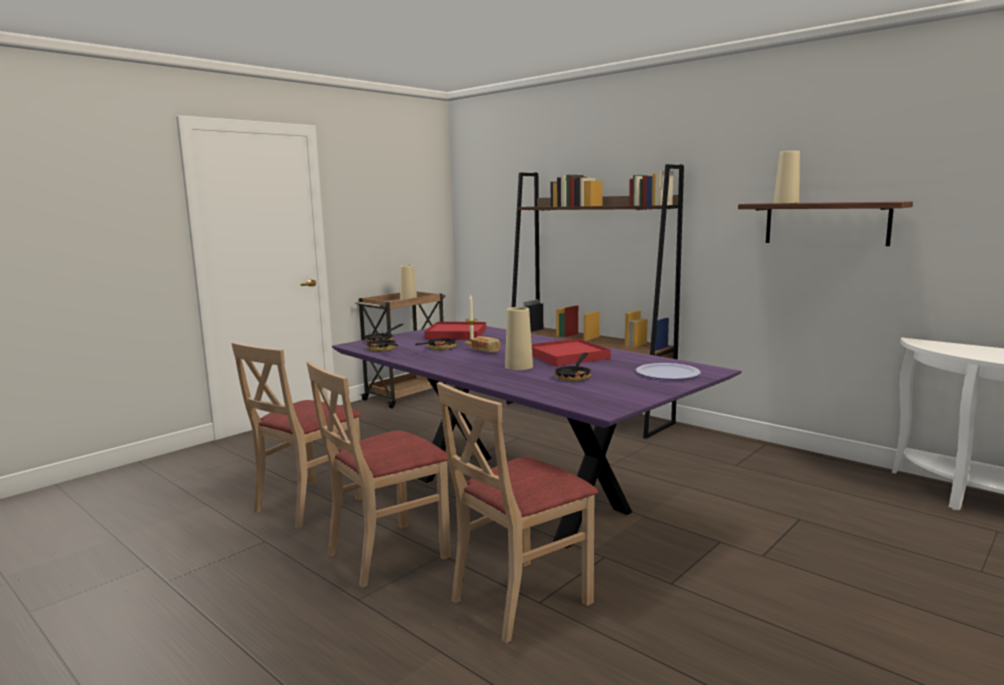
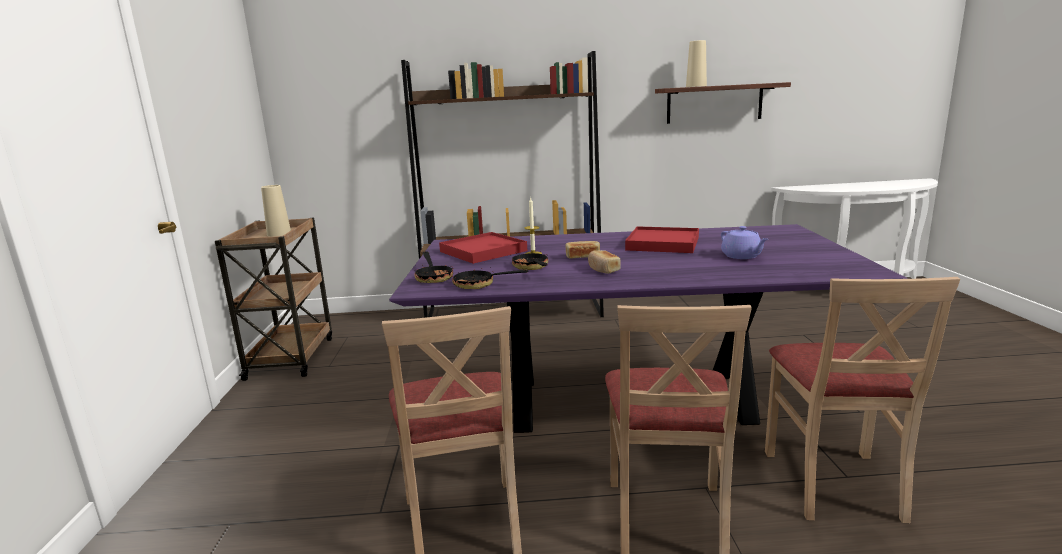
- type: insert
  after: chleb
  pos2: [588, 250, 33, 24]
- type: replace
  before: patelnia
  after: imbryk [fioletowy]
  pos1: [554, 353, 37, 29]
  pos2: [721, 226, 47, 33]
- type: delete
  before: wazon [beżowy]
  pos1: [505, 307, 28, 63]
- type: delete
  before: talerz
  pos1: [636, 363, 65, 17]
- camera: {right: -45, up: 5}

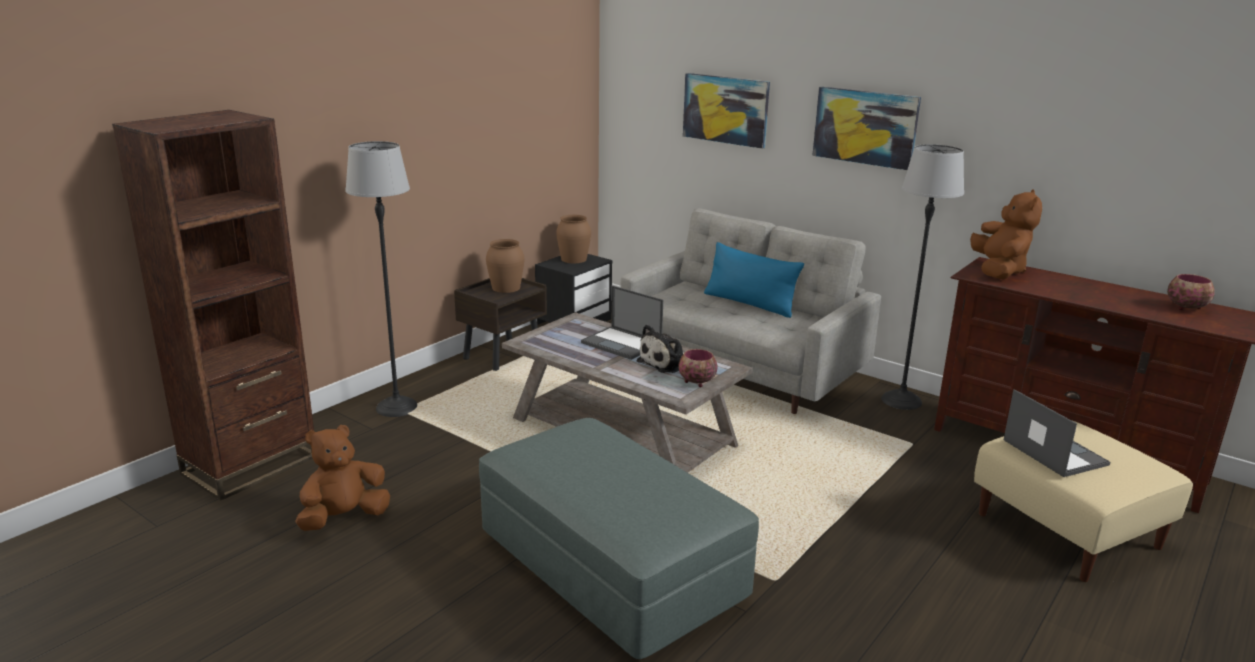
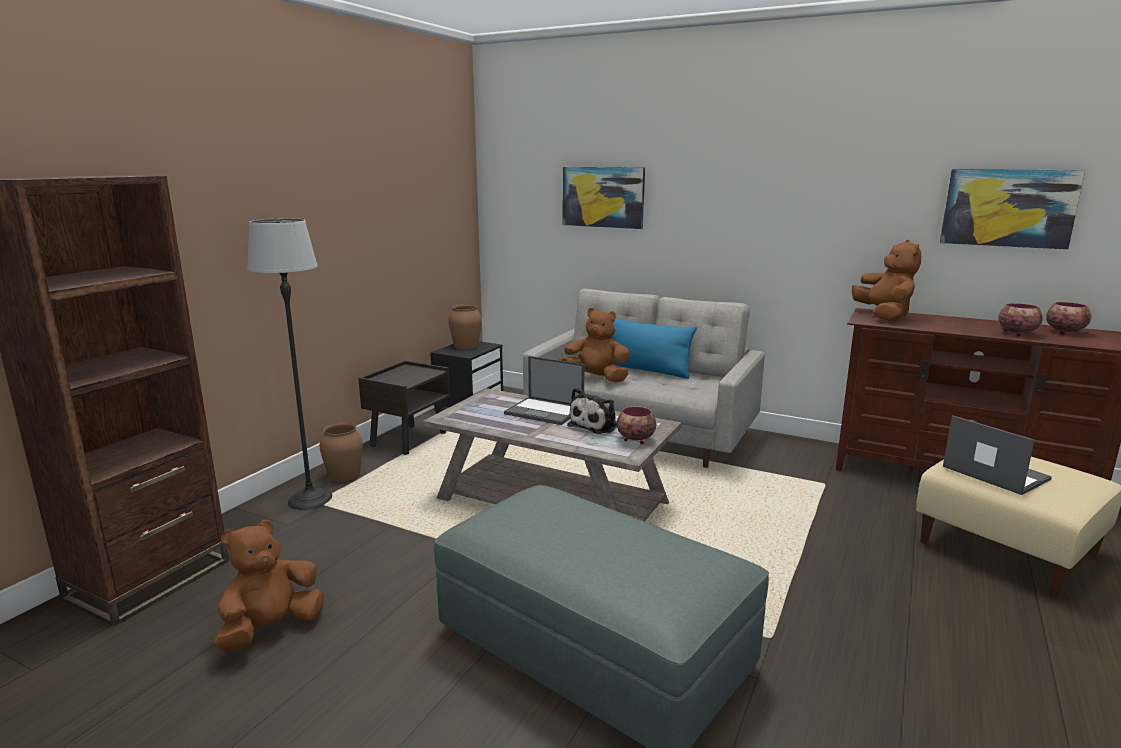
- type: move
  before: wazon [brązowy]
  pos1: [486, 239, 38, 54]
  pos2: [319, 422, 44, 60]
- type: insert
  after: pluszak [brązowy]
  pos2: [559, 308, 71, 74]
- type: move
  before: obraz
  pos1: [812, 87, 109, 83]
  pos2: [940, 169, 145, 81]
- type: insert
  after: miska
  pos2: [998, 303, 45, 33]
- type: delete
  before: lampa stojąca
  pos1: [881, 144, 83, 266]
- camera: {right: -10, up: -5}

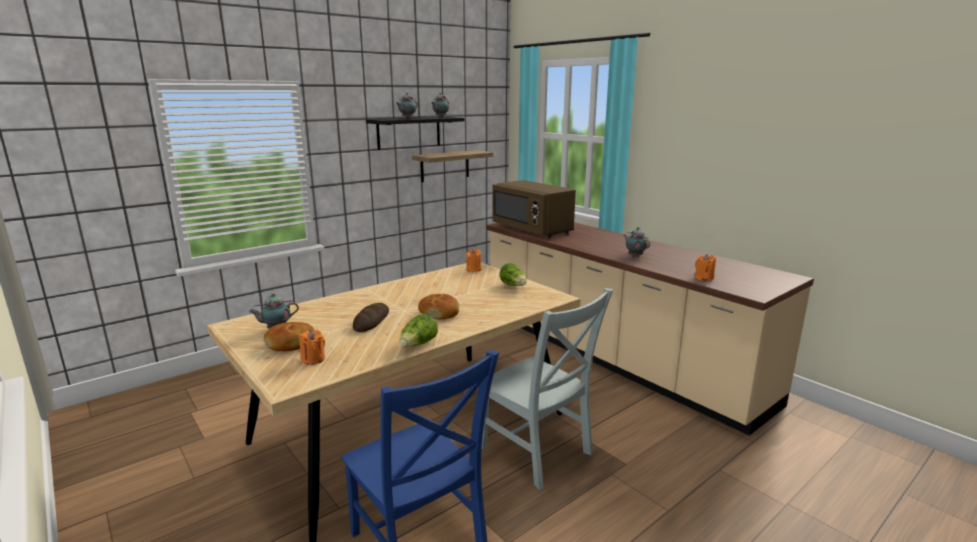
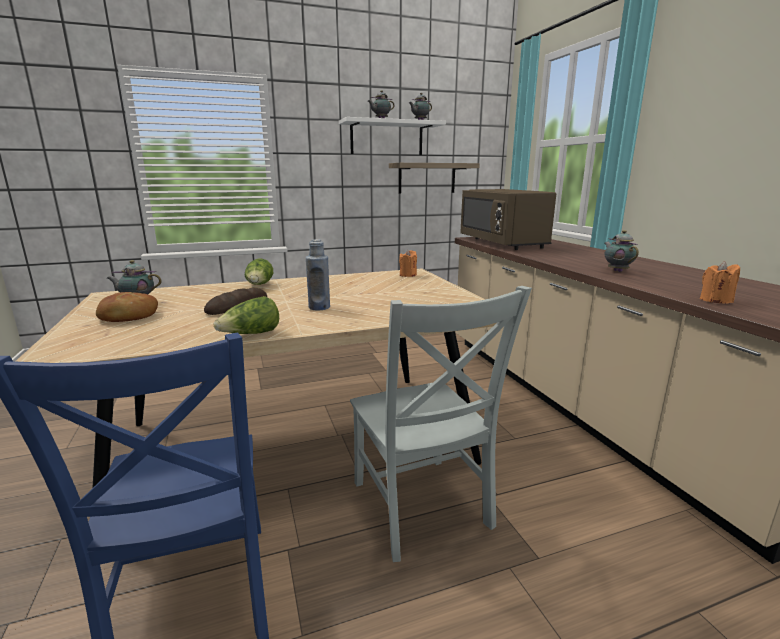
- type: move
  before: sałata
  pos1: [500, 263, 27, 23]
  pos2: [245, 259, 28, 26]
- type: replace
  before: chleb
  after: butelka [niebieski]
  pos1: [418, 294, 41, 25]
  pos2: [306, 239, 24, 72]
- type: recolor
  before: półka [czarny]
  after: półka [biały]
  pos1: [366, 117, 99, 33]
  pos2: [339, 117, 107, 38]
- type: delete
  before: świeca [pomarańczowy]
  pos1: [299, 330, 26, 35]
- camera: {right: 20, up: 0}

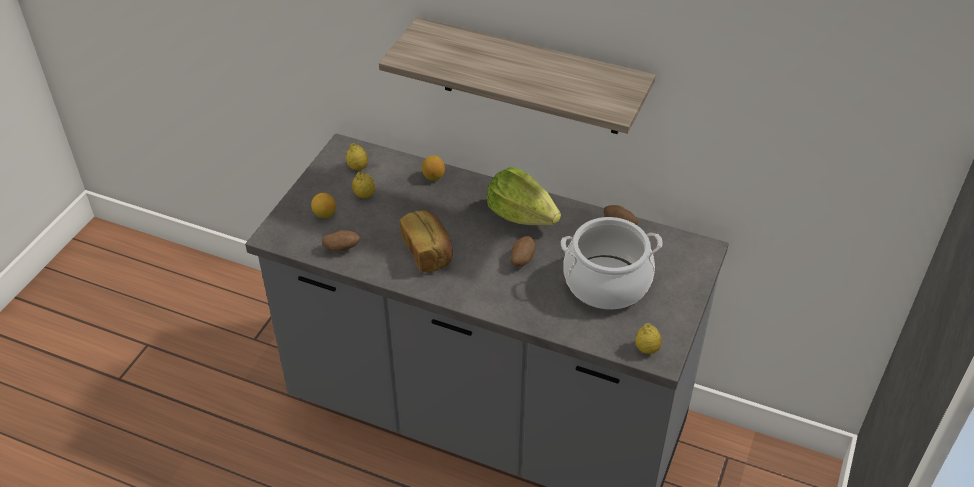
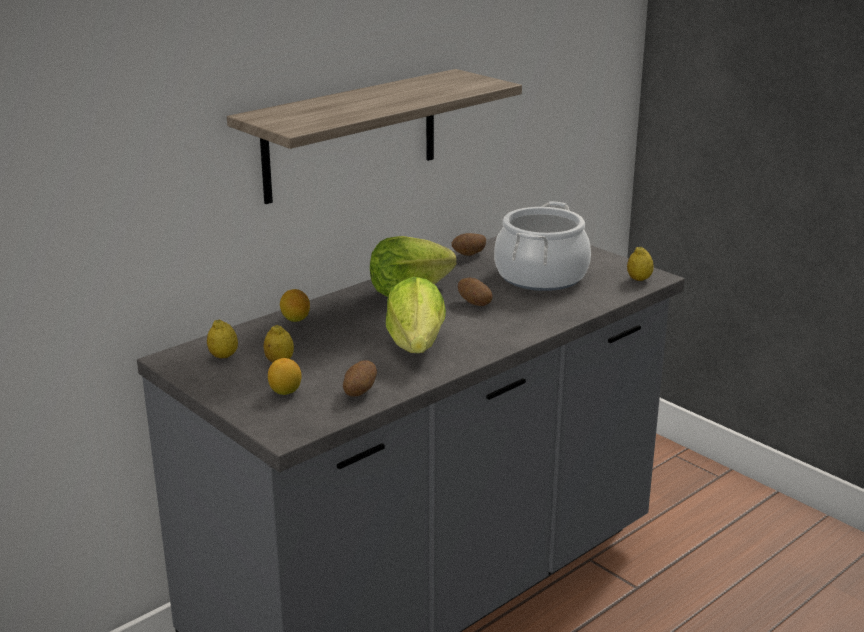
- type: replace
  before: chleb
  after: sałata
  pos1: [399, 210, 54, 63]
  pos2: [386, 277, 60, 76]
- camera: {right: -65, up: -20}

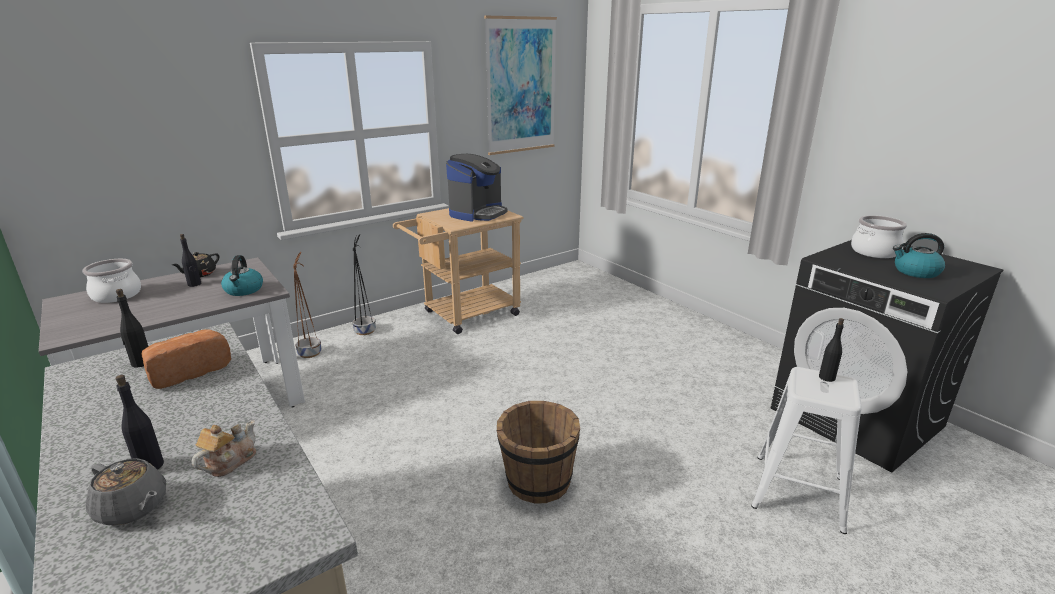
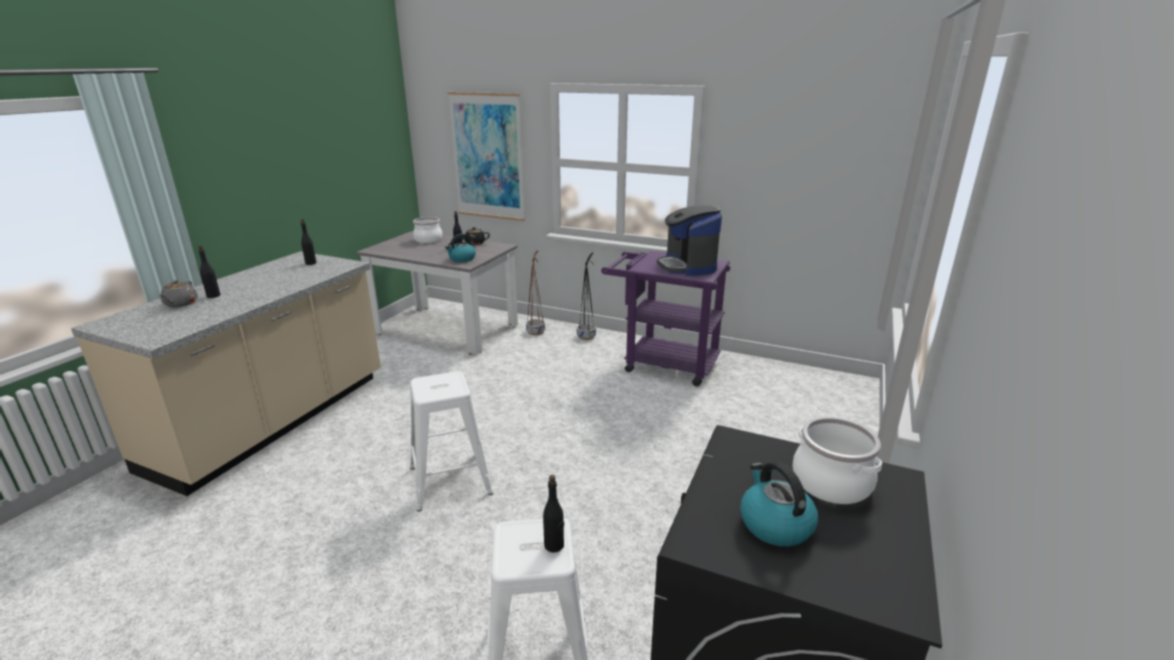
- type: replace
  before: wiadro [brązowy]
  after: stołek [biały]
  pos1: [497, 401, 83, 103]
  pos2: [410, 371, 83, 141]
- type: move
  before: obraz
  pos1: [484, 16, 73, 139]
  pos2: [448, 92, 77, 129]
- type: recolor
  before: wózek [beżowy]
  after: wózek [fioletowy]
  pos1: [393, 208, 131, 126]
  pos2: [601, 251, 129, 135]
- type: rotate
  before: ekspres do kawy
  pos1: [446, 154, 62, 67]
  pos2: [657, 205, 65, 71]
  turn: 75
- type: delete
  before: chleb
  pos1: [142, 329, 89, 60]
- type: delete
  before: imbryk
  pos1: [192, 421, 64, 56]
- camera: {right: 60, up: 0}

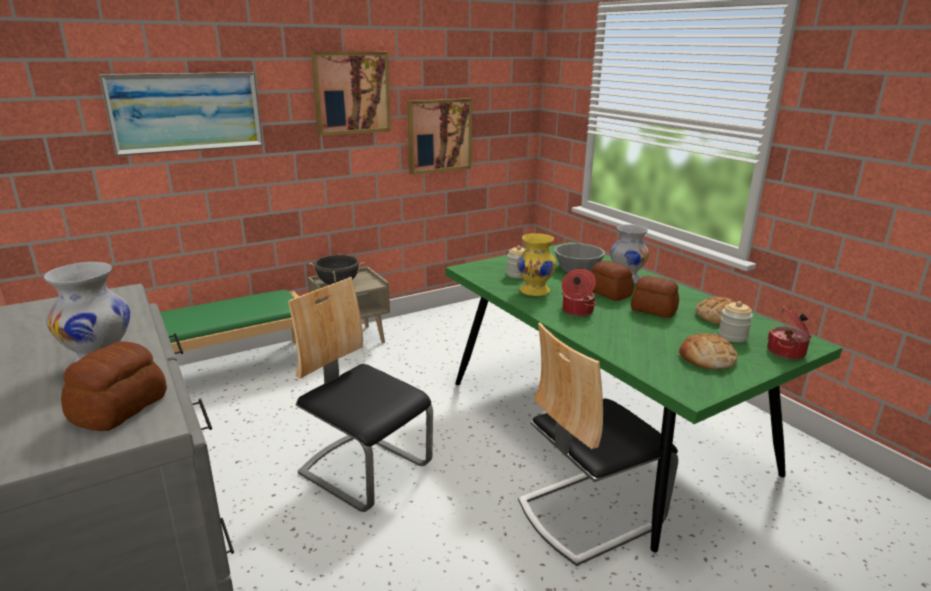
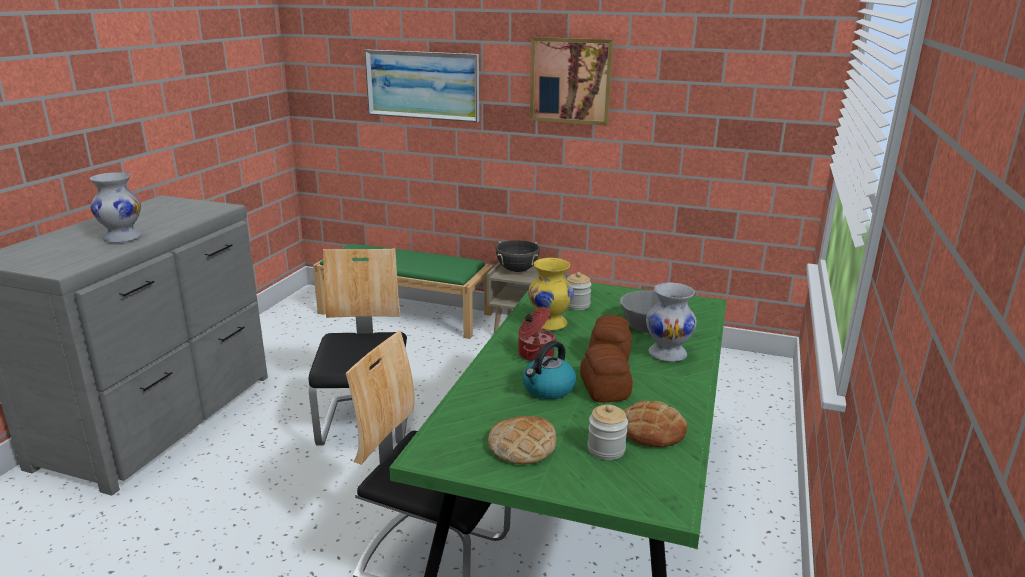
- type: insert
  after: czajnik
  pos2: [522, 341, 54, 58]
- type: delete
  before: chleb
  pos1: [61, 341, 106, 90]
- type: delete
  before: obraz
  pos1: [408, 98, 64, 77]
- type: delete
  before: garnek
  pos1: [767, 306, 44, 54]
- camera: {right: 50, up: 0}

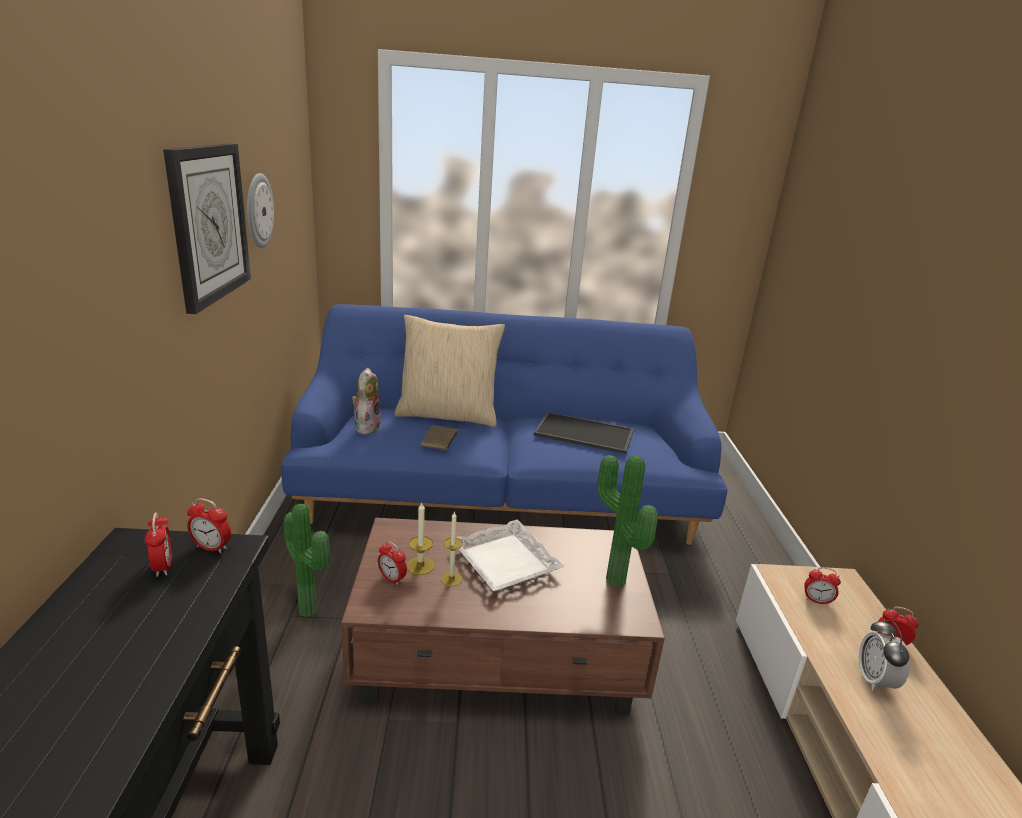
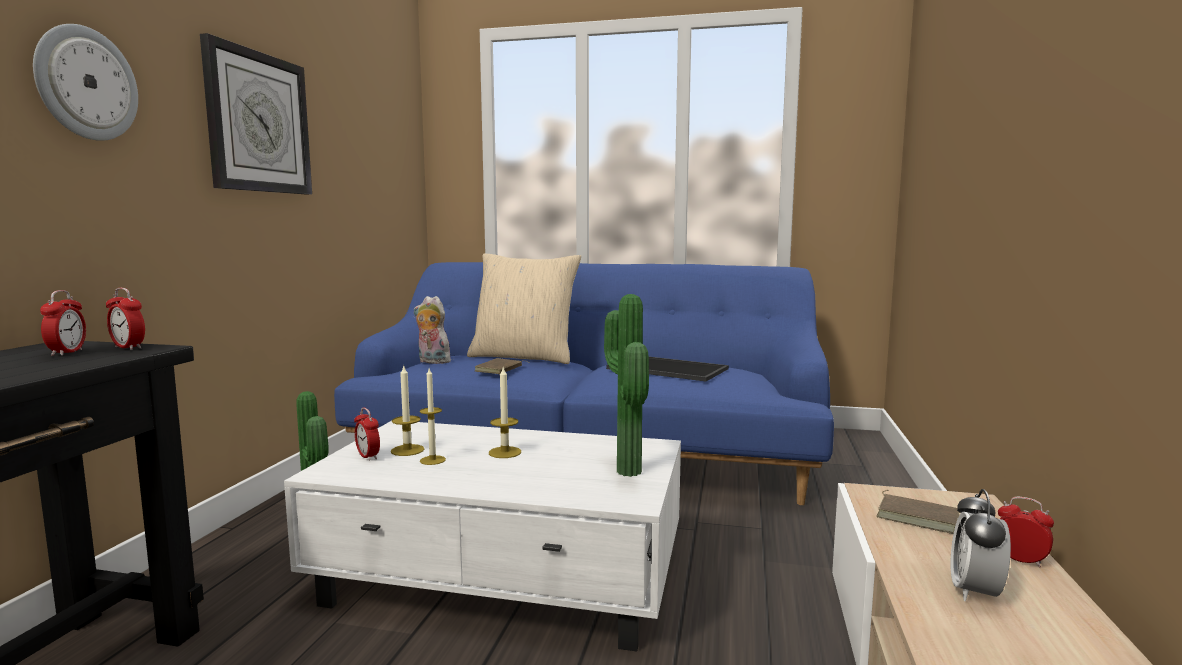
- type: move
  before: zegar ścienny
  pos1: [247, 173, 27, 75]
  pos2: [33, 24, 105, 117]
- type: recolor
  before: ława [brązowy]
  after: ława [biały]
  pos1: [341, 518, 324, 197]
  pos2: [284, 421, 397, 231]
- type: rotate
  before: pluszak
  pos1: [352, 368, 29, 67]
  pos2: [414, 296, 37, 68]
  turn: -90
- type: replace
  before: taca [biały]
  after: świeca
  pos1: [456, 520, 109, 71]
  pos2: [489, 368, 32, 90]
- type: replace
  before: budzik
  after: książka [brązowy]
  pos1: [804, 567, 37, 39]
  pos2: [876, 490, 83, 44]
- camera: {right: 15, up: -15}

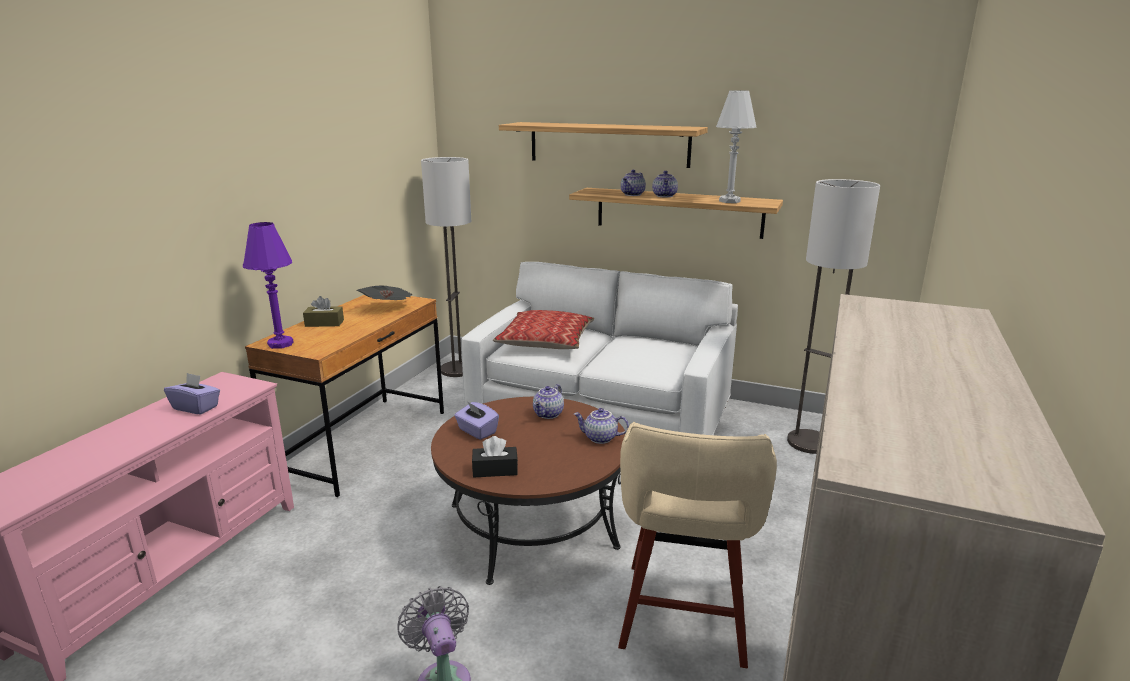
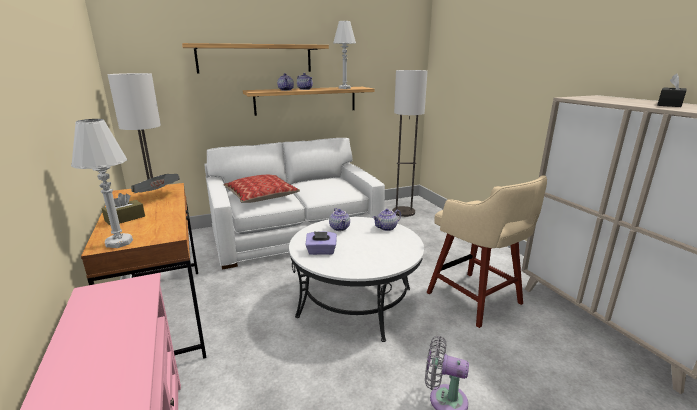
- type: recolor
  before: lampa stołowa [fioletowy]
  after: lampa stołowa [biały]
  pos1: [243, 222, 51, 127]
  pos2: [71, 119, 62, 129]
- type: recolor
  before: ława [brązowy]
  after: ława [biały]
  pos1: [431, 397, 195, 188]
  pos2: [289, 217, 135, 125]
- type: move
  before: pudełko chusteczek [czarny]
  pos1: [472, 436, 46, 42]
  pos2: [657, 73, 29, 34]
- type: delete
  before: pudełko chusteczek [fioletowy]
  pos1: [164, 373, 56, 42]
- camera: {right: -45, up: 0}

